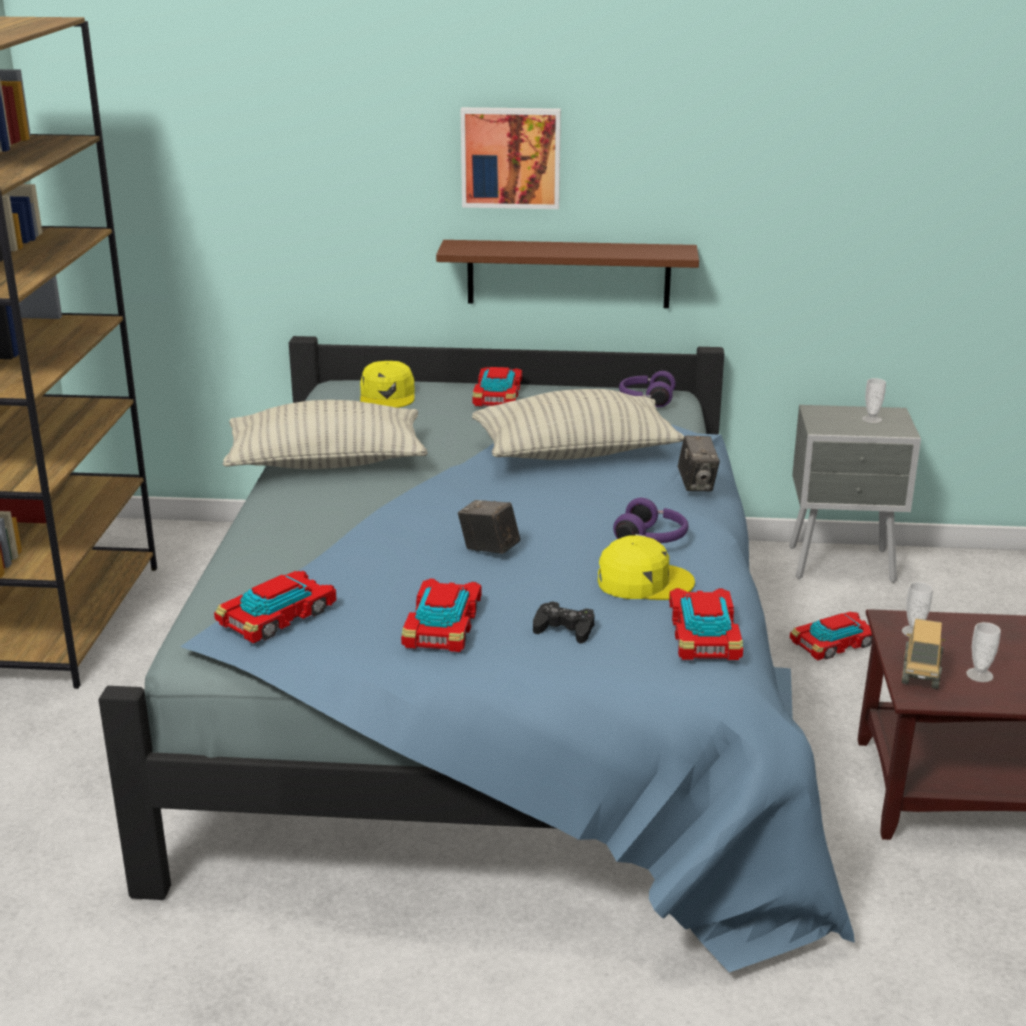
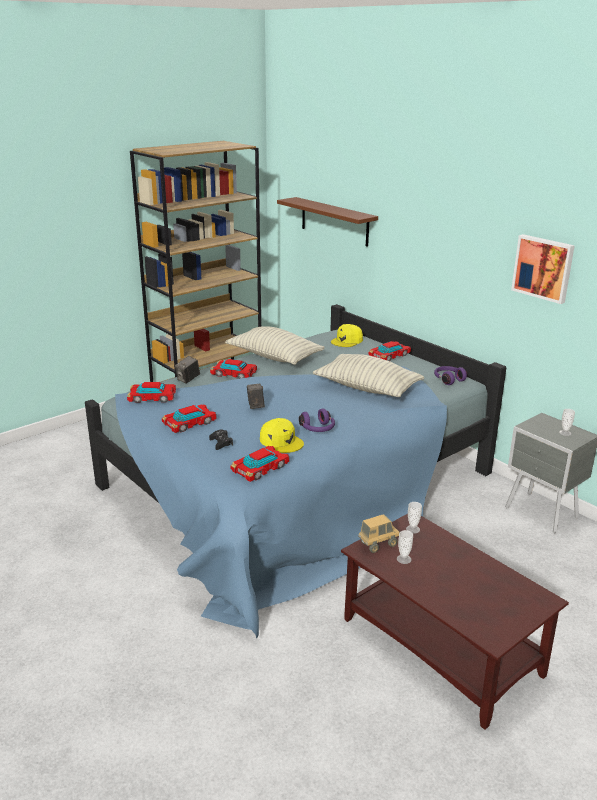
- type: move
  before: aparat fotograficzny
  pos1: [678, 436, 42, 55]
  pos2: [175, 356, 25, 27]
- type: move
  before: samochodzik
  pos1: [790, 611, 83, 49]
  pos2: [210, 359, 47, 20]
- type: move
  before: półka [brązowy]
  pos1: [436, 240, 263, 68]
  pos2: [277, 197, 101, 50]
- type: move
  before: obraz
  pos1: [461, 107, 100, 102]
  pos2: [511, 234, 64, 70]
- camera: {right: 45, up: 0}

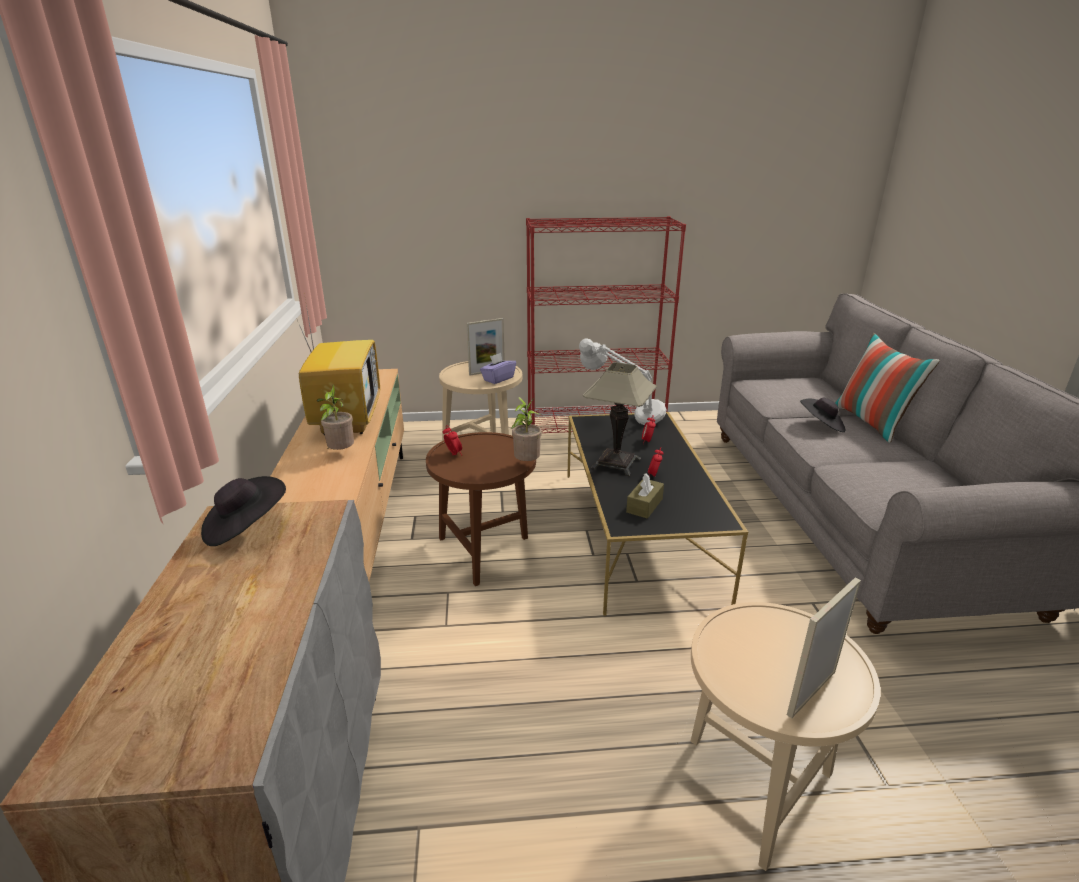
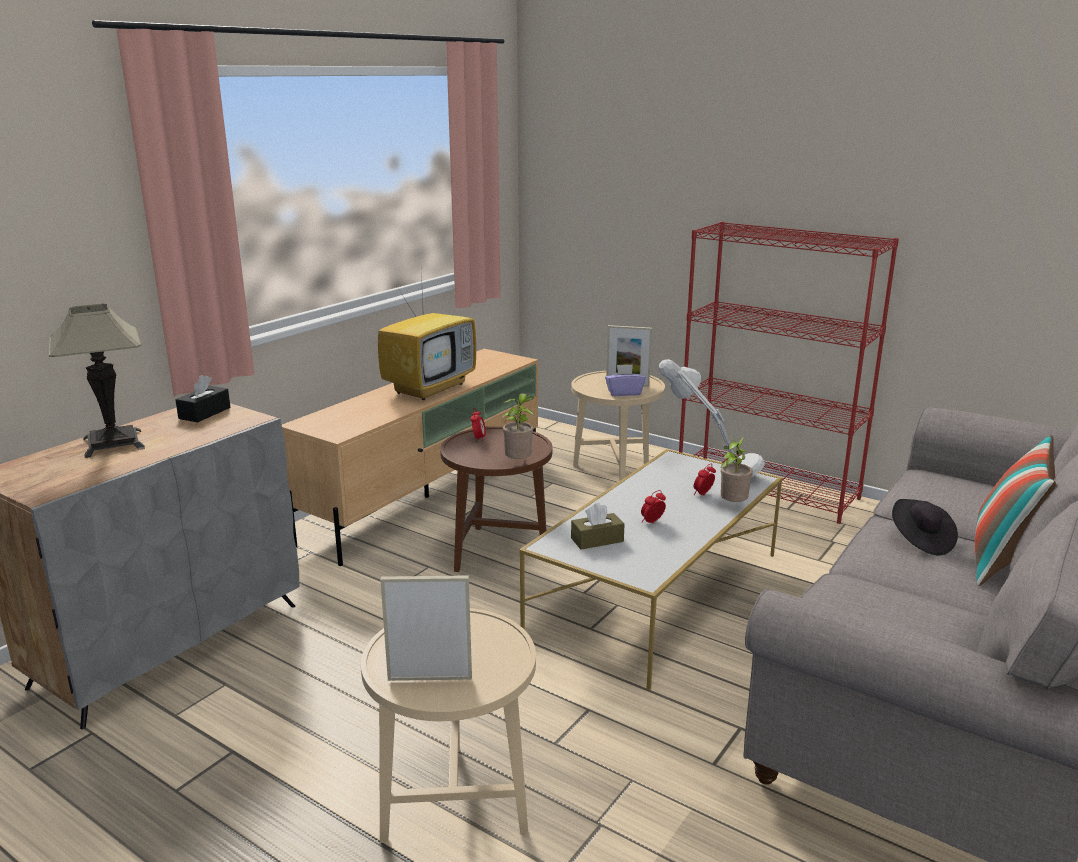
- type: move
  before: lampa stołowa
  pos1: [583, 362, 74, 114]
  pos2: [49, 304, 96, 154]
- type: replace
  before: kapelusz [czarny]
  after: pudełko chusteczek [czarny]
  pos1: [201, 476, 85, 70]
  pos2: [176, 375, 54, 48]
- type: recolor
  before: ława [czarny]
  after: ława [biały]
  pos1: [567, 412, 181, 204]
  pos2: [519, 449, 263, 242]
- type: move
  before: roślina doniczkowa
  pos1: [317, 385, 37, 65]
  pos2: [720, 435, 33, 67]
- camera: {right: 40, up: -5}

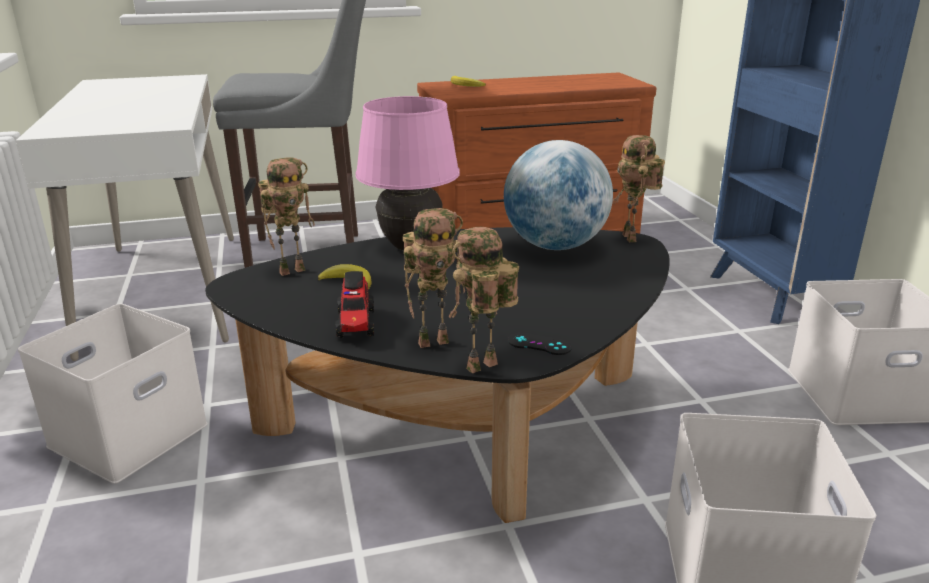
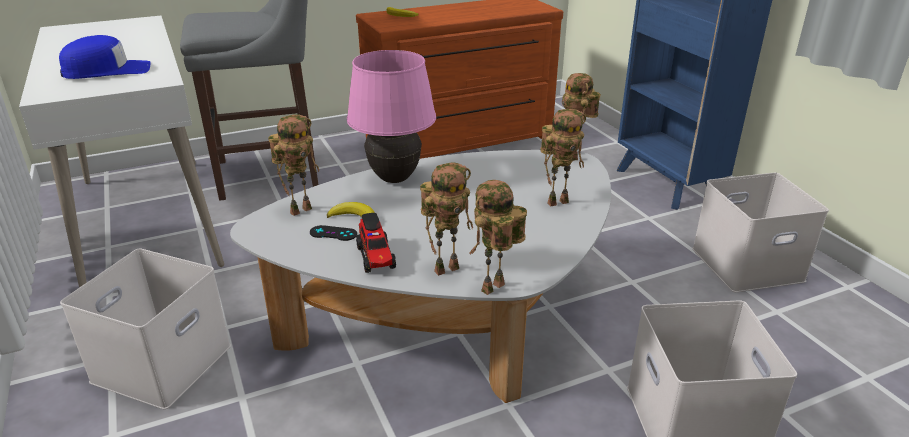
- type: insert
  after: czapka z daszkiem [niebieski]
  pos2: [59, 35, 92, 44]
- type: recolor
  before: ława [czarny]
  after: ława [biały]
  pos1: [205, 227, 465, 296]
  pos2: [230, 150, 381, 253]
- type: move
  before: pad do gier [czarny]
  pos1: [508, 333, 64, 22]
  pos2: [310, 225, 47, 16]
- type: insert
  after: robot zabawkowy
  pos2: [540, 109, 46, 97]
- type: delete
  before: globus
  pos1: [504, 140, 109, 110]
- camera: {right: -10, up: 5}

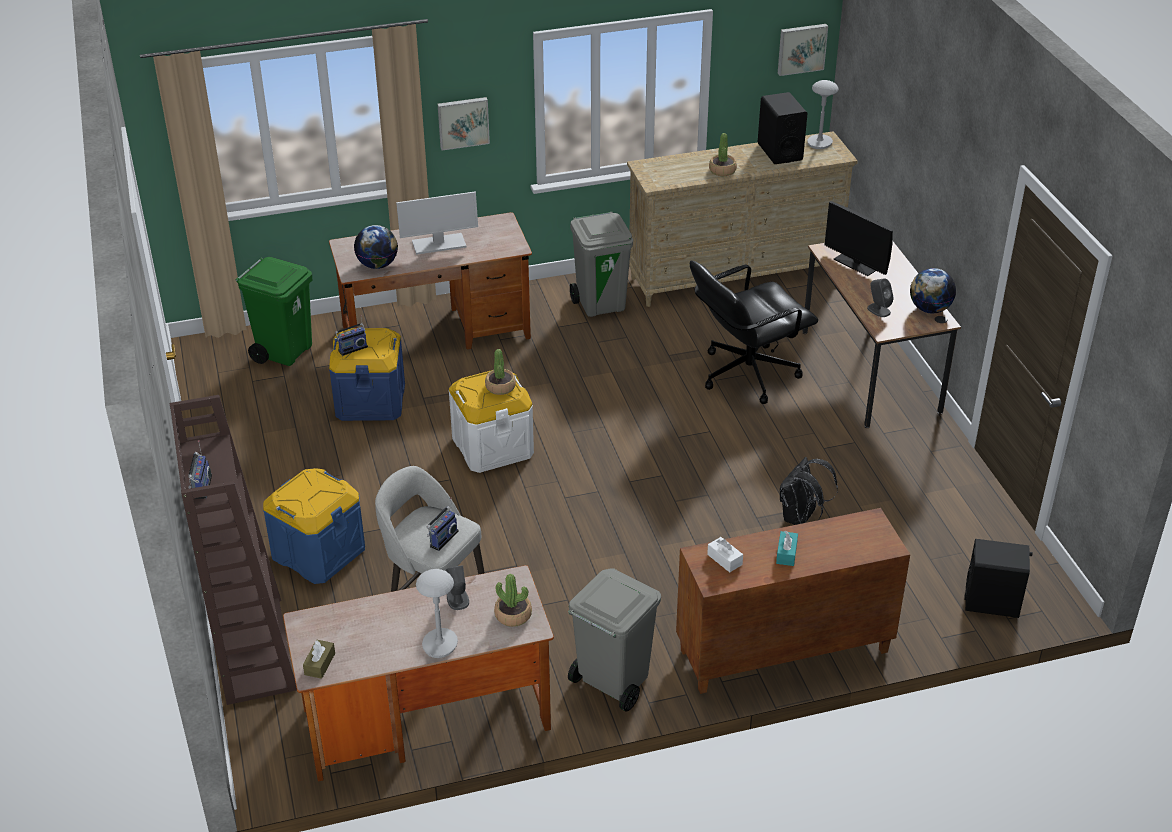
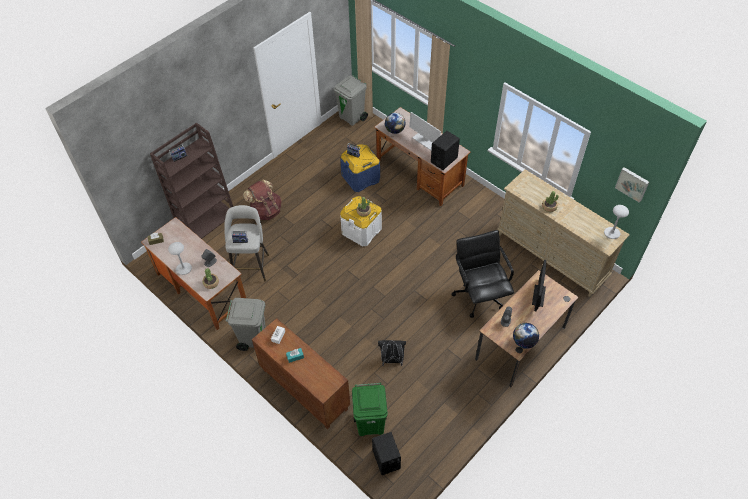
- type: replace
  before: pojemnik do przechowywania [niebieski]
  after: plecak [brązowy]
  pos1: [263, 468, 102, 116]
  pos2: [243, 179, 39, 41]
- type: move
  before: kosz na śmieci [szary]
  pos1: [570, 212, 63, 105]
  pos2: [333, 75, 35, 51]
- type: move
  before: kosz na śmieci [zielony]
  pos1: [235, 257, 77, 109]
  pos2: [352, 383, 36, 53]
- type: move
  before: głośnik [czarny]
  pos1: [757, 92, 51, 72]
  pos2: [431, 131, 29, 39]
- type: rotate
  before: krzesło biurowe [czarny]
  pos1: [690, 261, 128, 143]
  pos2: [451, 230, 63, 88]
  turn: 45
- type: delete
  before: obraz
  pos1: [438, 97, 52, 54]
- camera: {right: 60, up: 15}

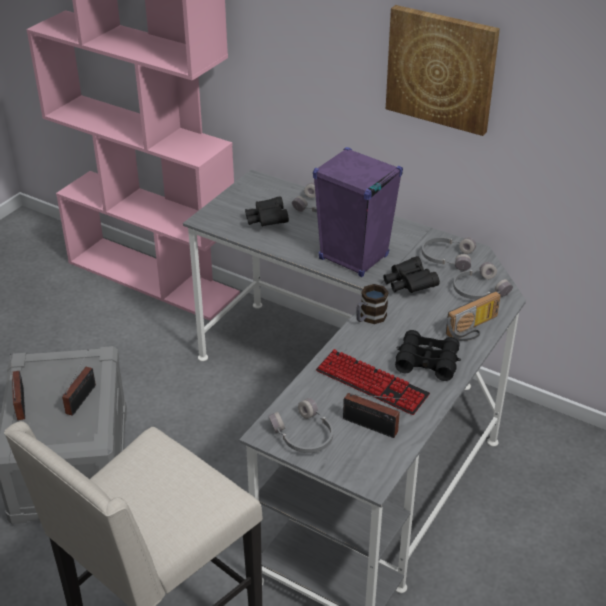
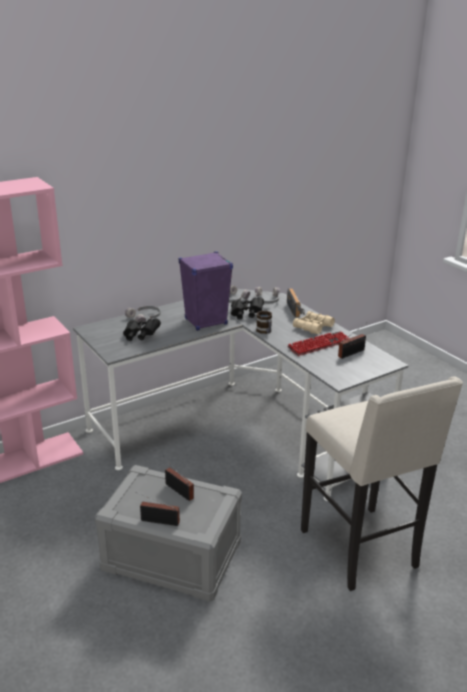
- type: recolor
  before: lornetka [czarny]
  after: lornetka [beżowy]
  pos1: [395, 330, 66, 51]
  pos2: [293, 311, 42, 23]
- type: delete
  before: słuchawki [szary]
  pos1: [268, 398, 65, 55]
- type: delete
  before: obraz
  pos1: [386, 5, 114, 131]
- camera: {right: -65, up: -10}

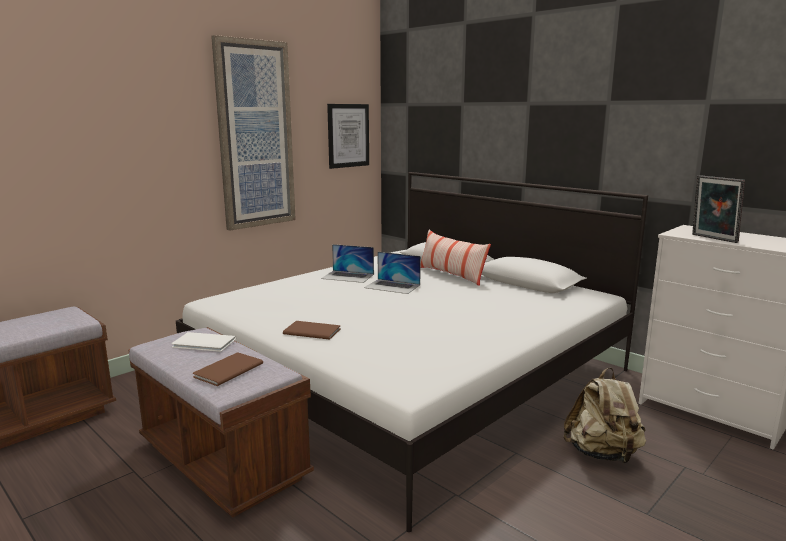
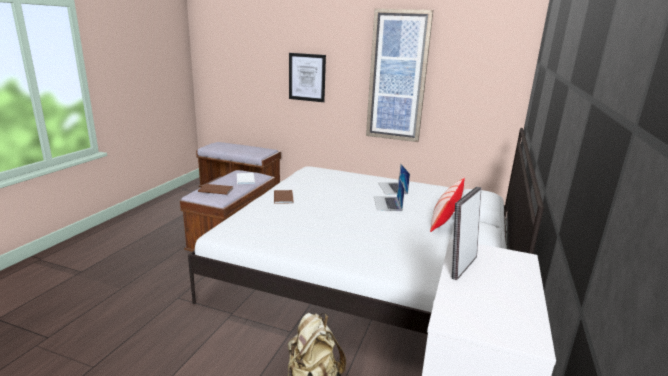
- type: move
  before: obraz
  pos1: [327, 104, 42, 65]
  pos2: [289, 53, 37, 49]
- camera: {right: 65, up: 5}

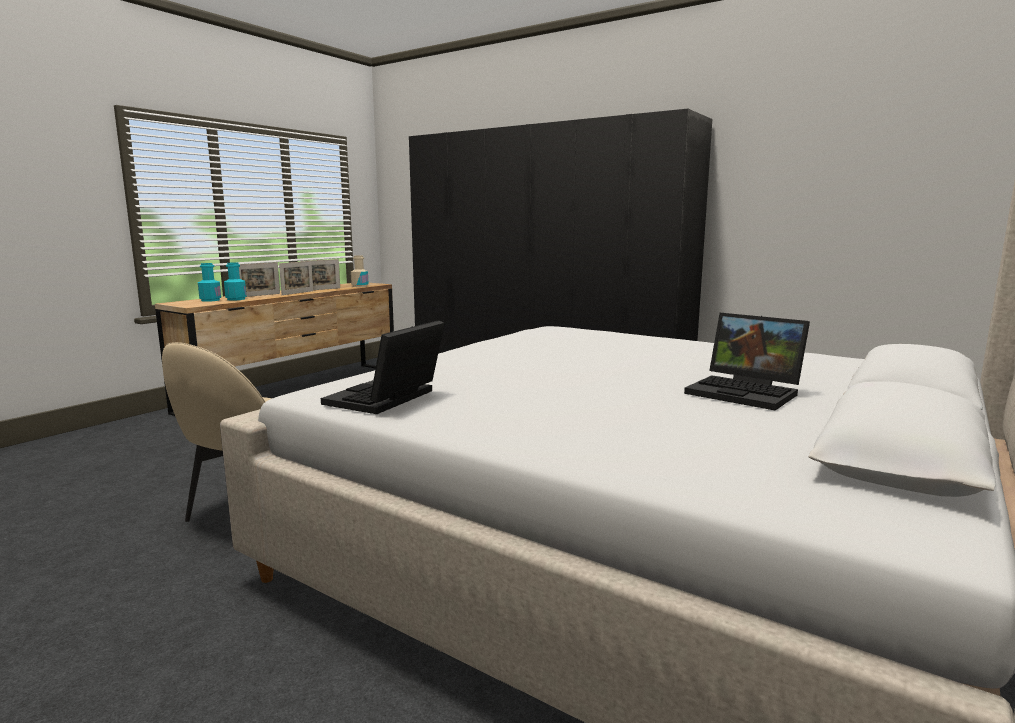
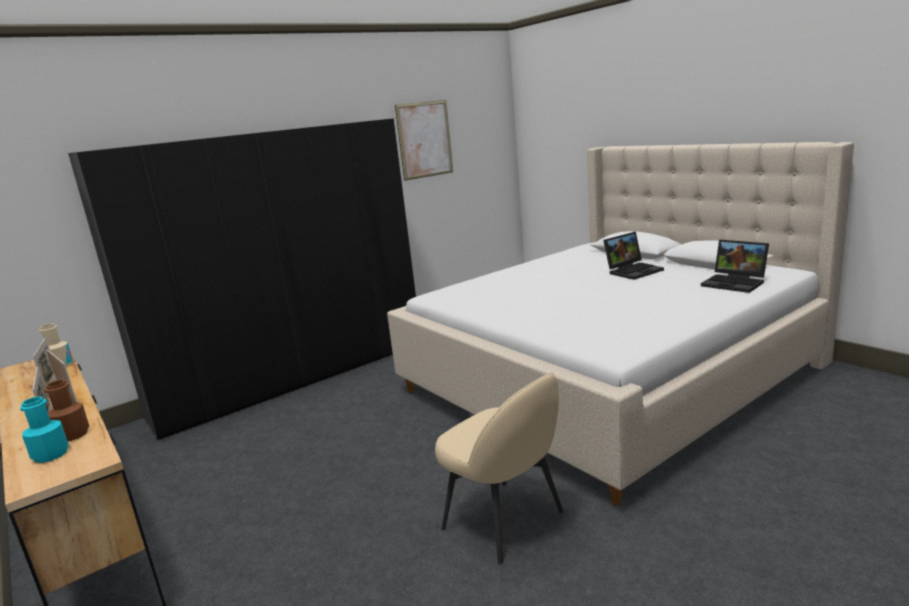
- type: recolor
  before: butelka [turkusowy]
  after: butelka [brązowy]
  pos1: [224, 262, 22, 39]
  pos2: [44, 380, 45, 61]
- type: insert
  after: obraz
  pos2: [395, 100, 58, 81]
- type: move
  before: laptop
  pos1: [321, 320, 124, 94]
  pos2: [701, 240, 68, 53]
- camera: {right: -70, up: 5}

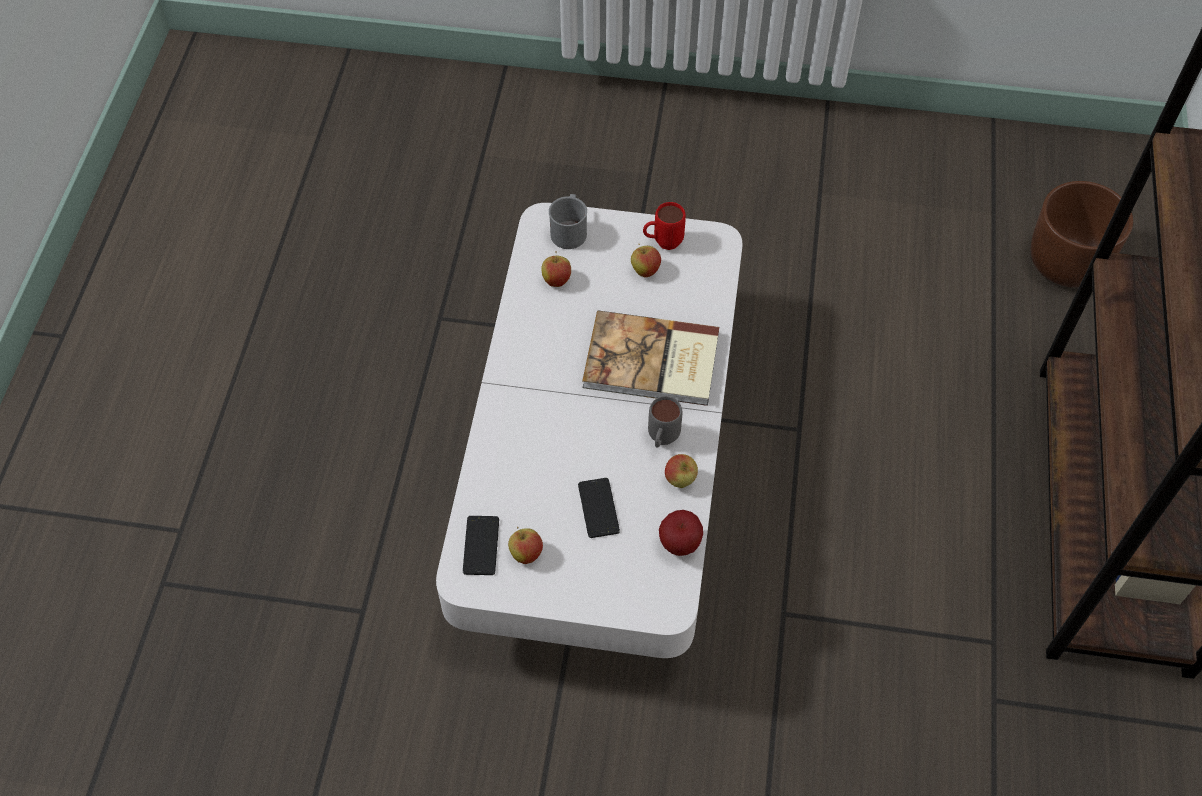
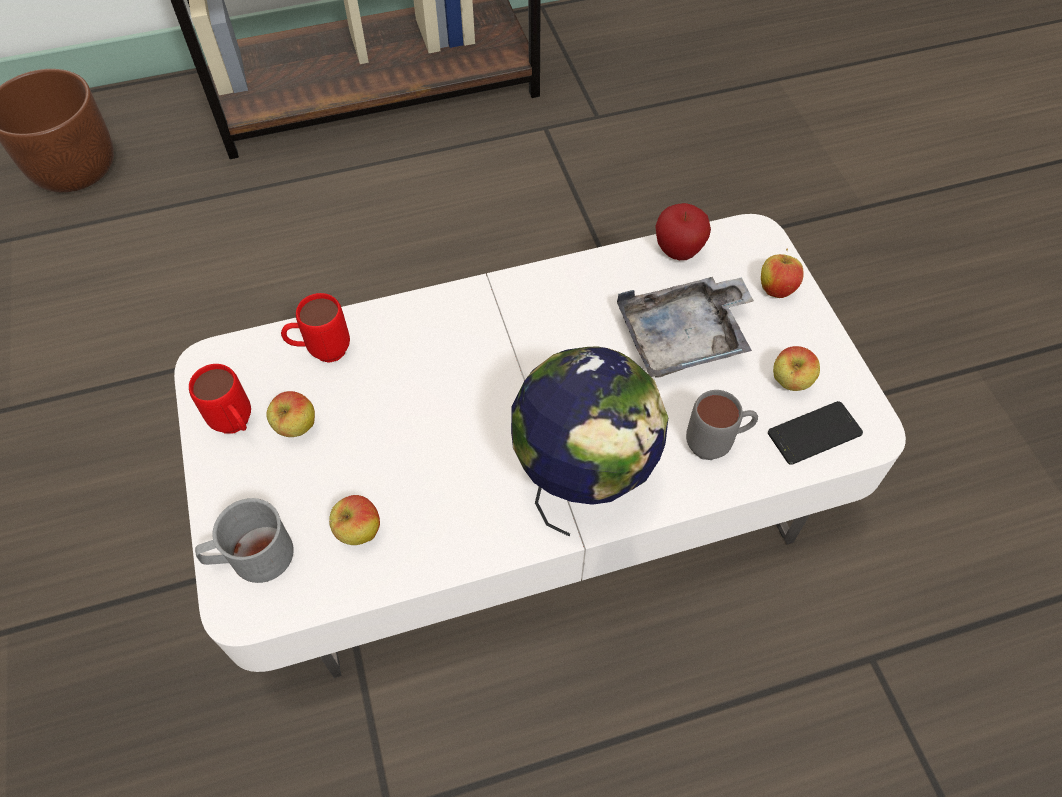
- type: insert
  after: kubek [czerwony]
  pos2: [281, 293, 69, 70]
- type: insert
  after: globus
  pos2: [511, 346, 157, 191]
- type: replace
  before: telefon
  after: taca [szary]
  pos1: [578, 478, 42, 60]
  pos2: [617, 277, 137, 101]
- type: move
  before: kubek [szary]
  pos1: [648, 396, 35, 52]
  pos2: [686, 390, 72, 70]
- type: move
  before: jabłko
  pos1: [665, 454, 33, 34]
  pos2: [761, 249, 43, 49]
- type: delete
  before: książka
  pos1: [582, 310, 137, 96]
- camera: {right: -115, up: 0}

